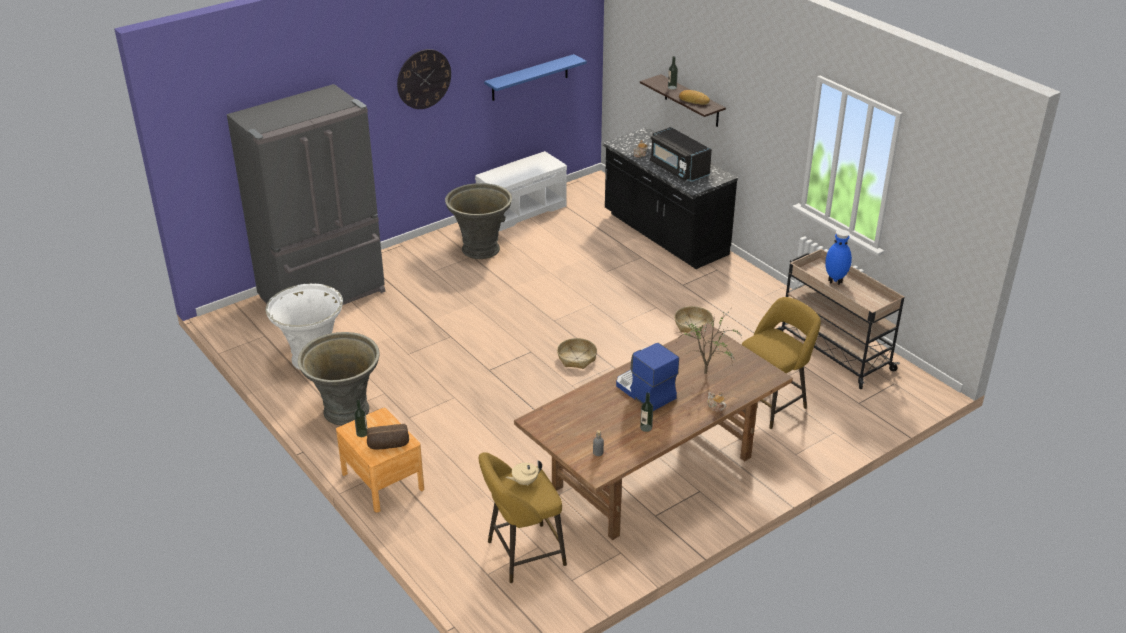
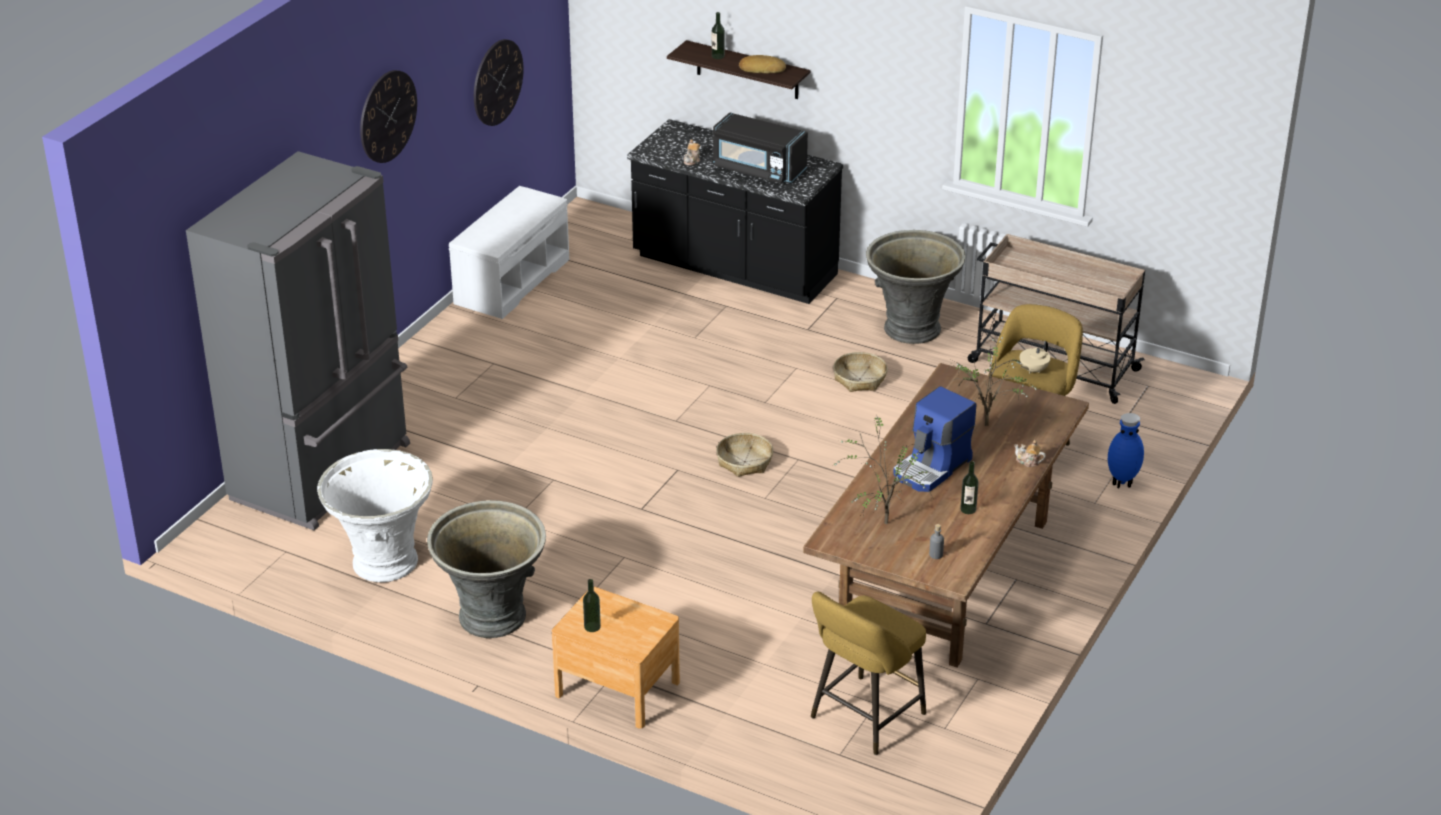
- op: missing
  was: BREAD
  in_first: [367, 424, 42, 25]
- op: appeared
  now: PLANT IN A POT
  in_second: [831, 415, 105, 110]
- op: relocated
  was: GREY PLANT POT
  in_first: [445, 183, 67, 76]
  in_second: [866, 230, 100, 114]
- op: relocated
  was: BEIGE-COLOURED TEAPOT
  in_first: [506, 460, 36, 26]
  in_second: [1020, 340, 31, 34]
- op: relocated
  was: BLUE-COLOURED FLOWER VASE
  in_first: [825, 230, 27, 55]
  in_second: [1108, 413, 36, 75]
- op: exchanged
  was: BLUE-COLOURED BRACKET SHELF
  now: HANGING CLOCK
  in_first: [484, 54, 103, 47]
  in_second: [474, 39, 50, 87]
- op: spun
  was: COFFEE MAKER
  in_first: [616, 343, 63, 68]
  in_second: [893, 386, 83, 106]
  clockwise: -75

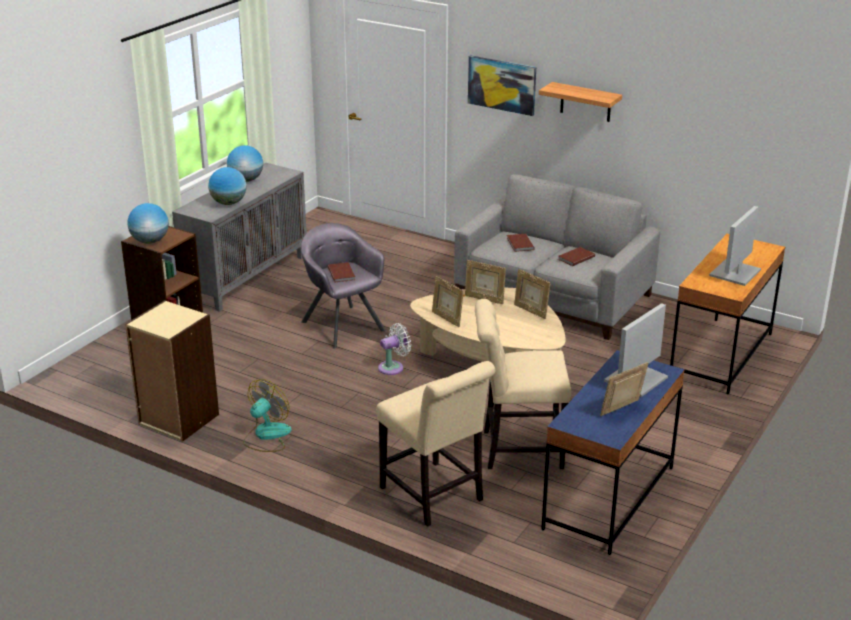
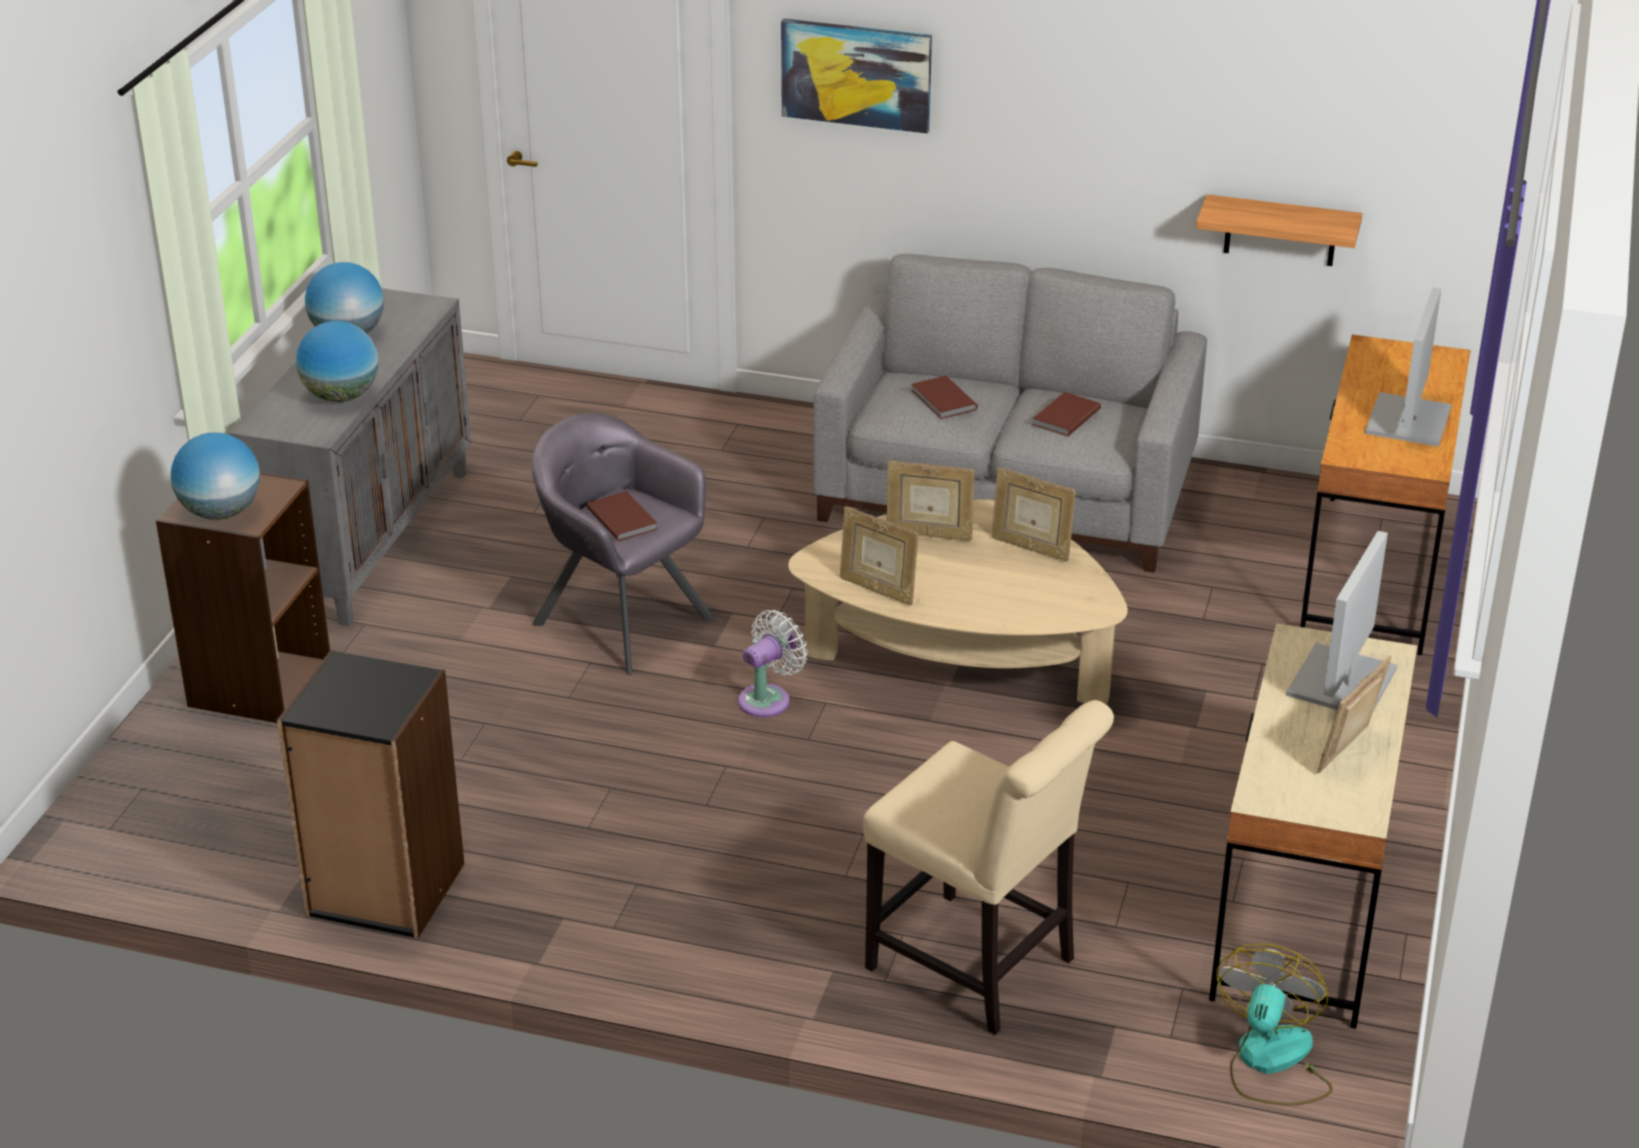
- op: missing
  was: BEIGE-COLOURED CHAIR
  in_first: [475, 299, 96, 170]
- op: relocated
  was: FAN
  in_first: [243, 379, 49, 73]
  in_second: [1217, 944, 116, 162]
- op: relocated
  was: BRACKET SHELF
  in_first: [539, 82, 83, 40]
  in_second: [1196, 194, 166, 72]
- op: colour
  was: BEIGE-COLOURED BOOKSHELF
  now: BLACKISH BOOKSHELF
  in_first: [125, 300, 94, 142]
  in_second: [277, 650, 187, 289]
- op: colour
  was: BLUE-COLOURED DESK UNIT
  now: BEIGE-COLOURED DESK UNIT
  in_first: [541, 350, 144, 205]
  in_second: [1209, 623, 208, 406]

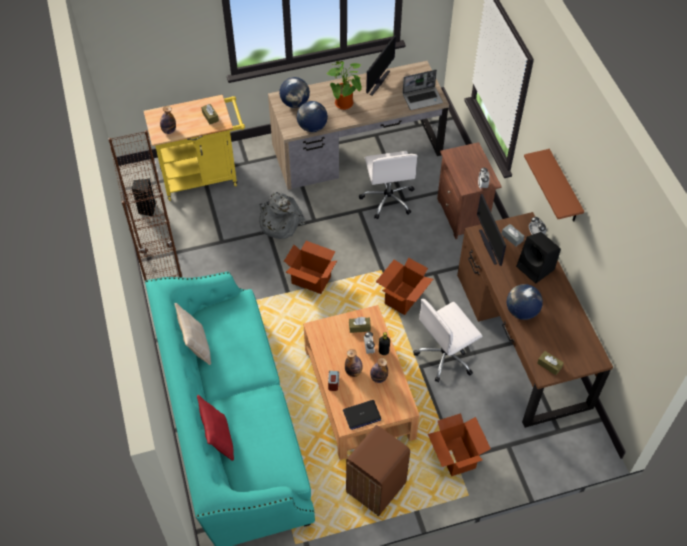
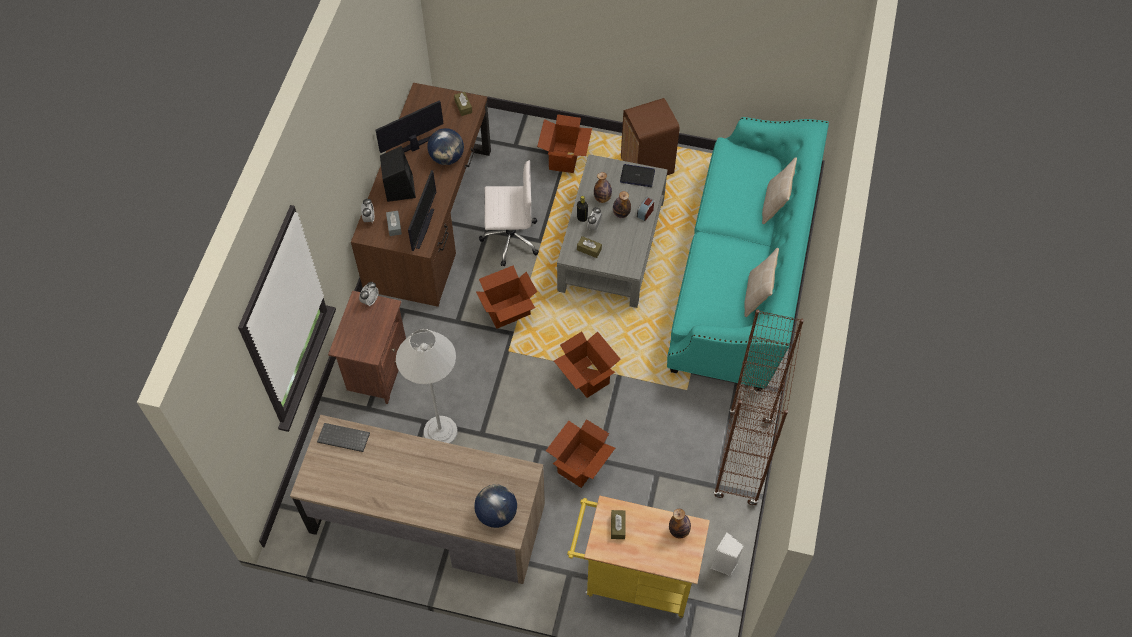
- op: missing
  was: DESK GLOBE
  in_first: [297, 101, 31, 31]
- op: missing
  was: PLANT IN A POT
  in_first: [327, 61, 35, 49]
- op: missing
  was: BROWNISH BRACKET SHELF
  in_first: [524, 149, 60, 73]
- op: relocated
  was: COMPUTER SCREEN
  in_first: [366, 35, 30, 60]
  in_second: [376, 100, 68, 53]
- op: exchanged
  was: GREY RUCKSACK
  now: CARTON
  in_first: [259, 192, 46, 47]
  in_second: [546, 419, 69, 69]
- op: exchanged
  was: WHITE COMPUTER CHAIR
  now: WHITE STANDING LAMP
  in_first: [359, 151, 59, 68]
  in_second: [396, 329, 62, 115]
- op: exchanged
  was: NOTEBOOK COMPUTER
  now: PC KEYBOARD
  in_first: [402, 70, 41, 40]
  in_second: [317, 423, 53, 29]
- op: colour
  was: BLACKISH SPEAKER
  now: WHITE SPEAKER
  in_first: [132, 179, 24, 37]
  in_second: [711, 532, 32, 44]
- op: colour
  was: REDDISH CUSHION
  now: BEIGE-COLOURED CUSHION
  in_first: [197, 395, 37, 66]
  in_second: [762, 157, 35, 67]
- op: colour
  was: BROWNISH COFFEE TABLE
  now: GREY COFFEE TABLE
  in_first: [303, 305, 117, 155]
  in_second: [557, 154, 111, 154]

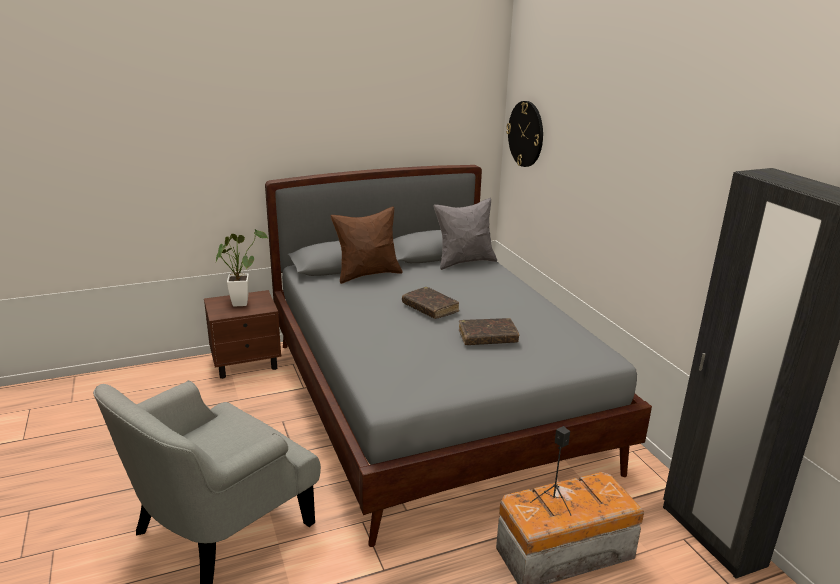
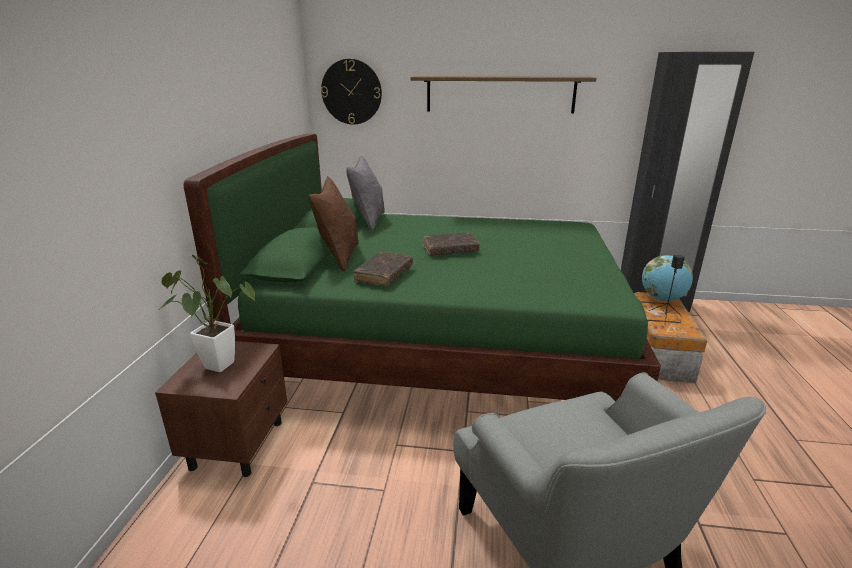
- op: appeared
  now: BRACKET SHELF
  in_second: [411, 76, 185, 37]
- op: appeared
  now: DESK GLOBE
  in_second: [642, 255, 51, 46]
- op: relocated
  was: BROWNISH BOUND BOOK
  in_first: [459, 318, 60, 27]
  in_second: [353, 252, 60, 34]
- op: colour
  was: GREY BED
  now: GREEN-COLOURED BED
  in_first: [265, 165, 387, 382]
  in_second: [184, 134, 477, 268]

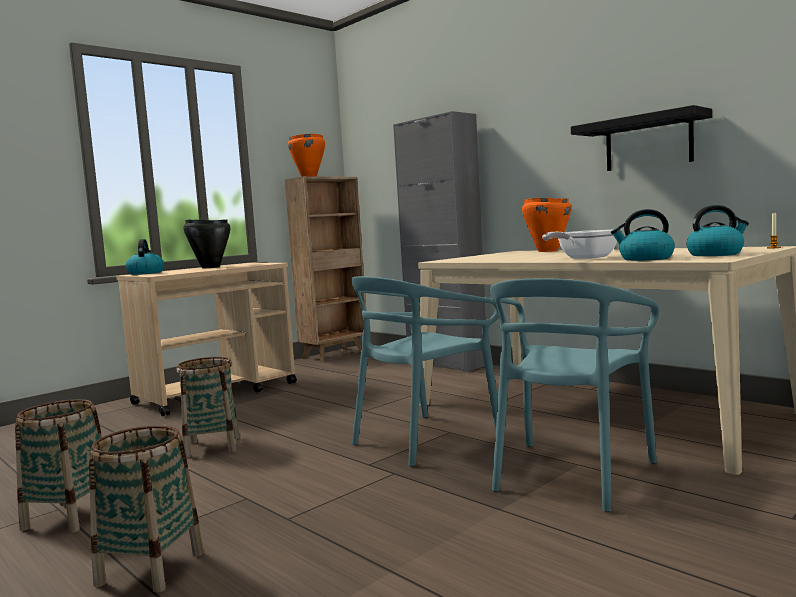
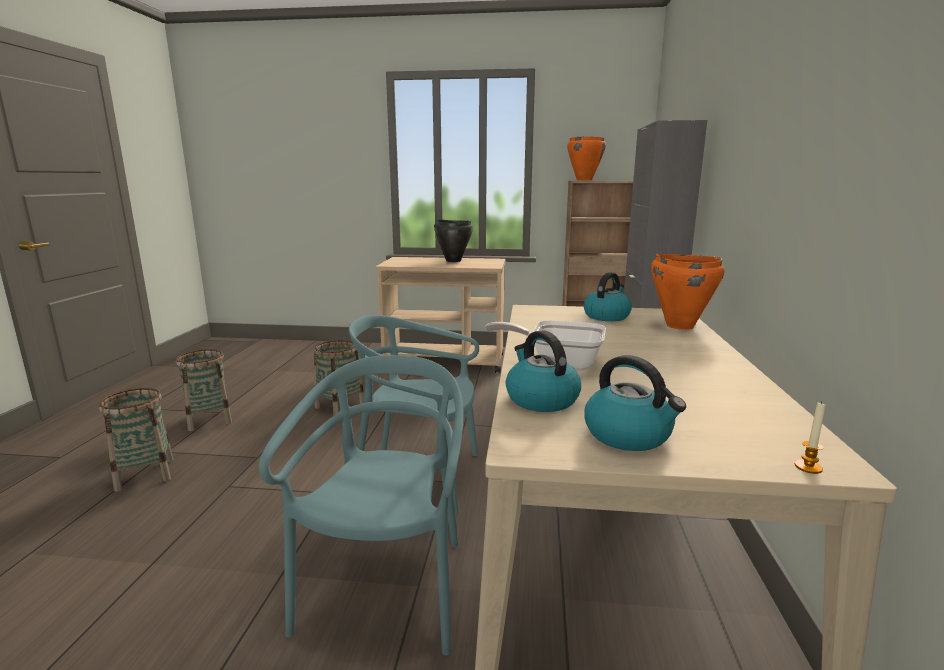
- op: missing
  was: BLACKISH BRACKET SHELF
  in_first: [571, 105, 141, 66]
- op: relocated
  was: KETTLE
  in_first: [126, 239, 38, 36]
  in_second: [583, 272, 49, 49]
- op: spun
  was: TURQUOISE CHAIR
  in_first: [490, 279, 169, 233]
  in_second: [259, 355, 205, 301]
  clockwise: 105

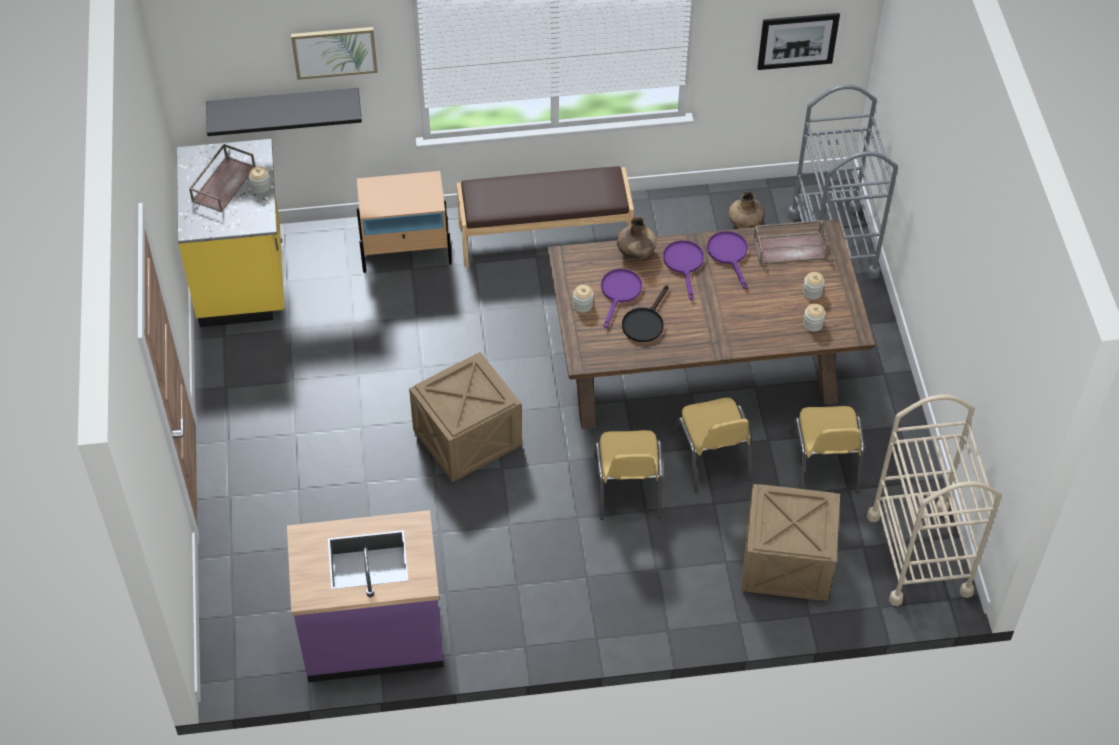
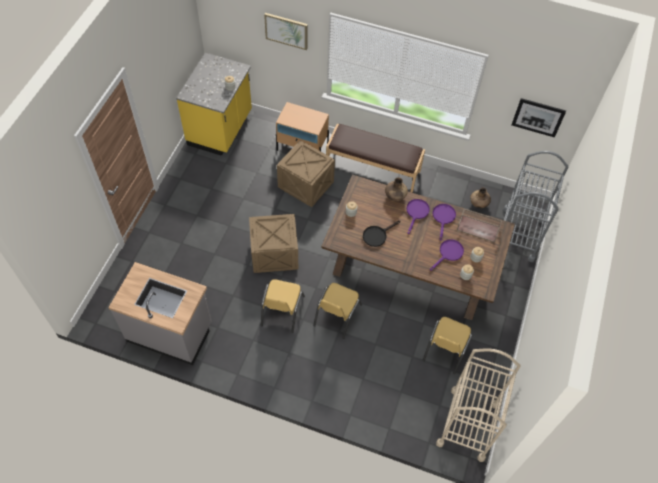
- op: missing
  was: BROWNISH TRAY
  in_first: [189, 144, 67, 68]
- op: missing
  was: BLACKISH BRACKET SHELF
  in_first: [206, 88, 156, 48]
- op: relocated
  was: PURPLISH FRYING PAN
  in_first: [601, 269, 41, 59]
  in_second: [430, 239, 34, 31]
- op: relocated
  was: YELLOW-COLOURED CHAIR
  in_first: [671, 397, 81, 96]
  in_second: [261, 279, 44, 54]
- op: relocated
  was: SHIPPING CRATE
  in_first: [741, 484, 99, 117]
  in_second: [277, 140, 58, 67]
- op: colour
  was: PURPLISH KITCHEN BASE UNIT
  now: GREY KITCHEN BASE UNIT
  in_first: [287, 510, 157, 172]
  in_second: [108, 262, 104, 103]

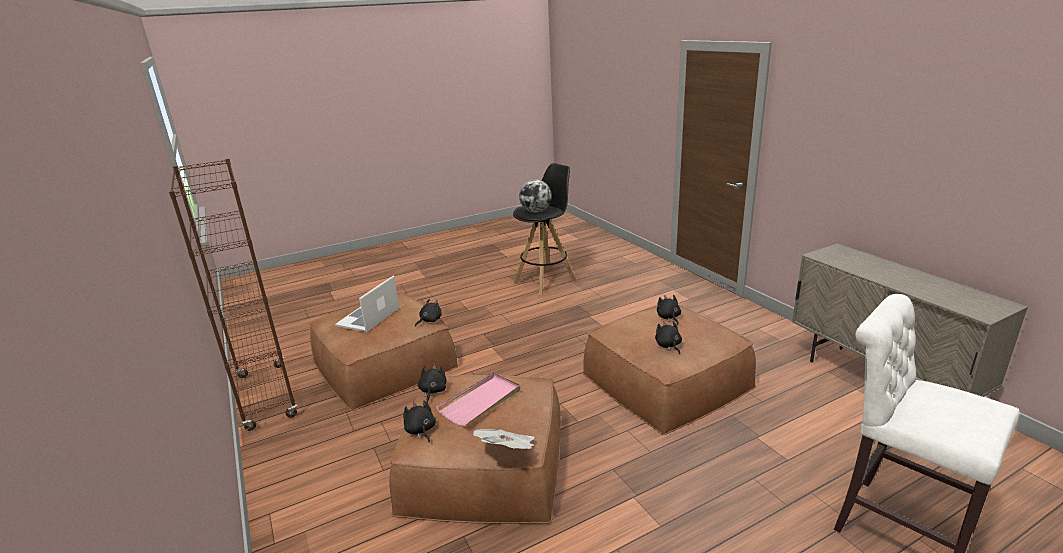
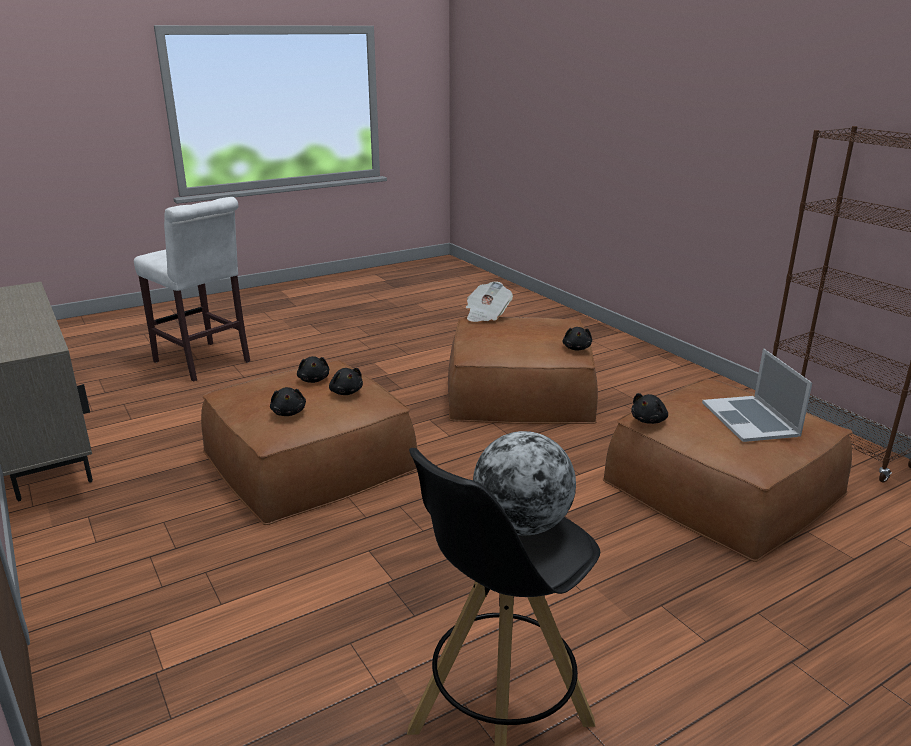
- op: missing
  was: PINKISH TRAY
  in_first: [436, 373, 84, 54]
- op: relocated
  was: BLACKISH PLUSH TOY
  in_first: [403, 400, 33, 43]
  in_second: [329, 368, 34, 27]
- op: spun
  was: NOTEBOOK COMPUTER
  in_first: [335, 276, 64, 56]
  in_second: [702, 348, 110, 94]
  clockwise: 150

